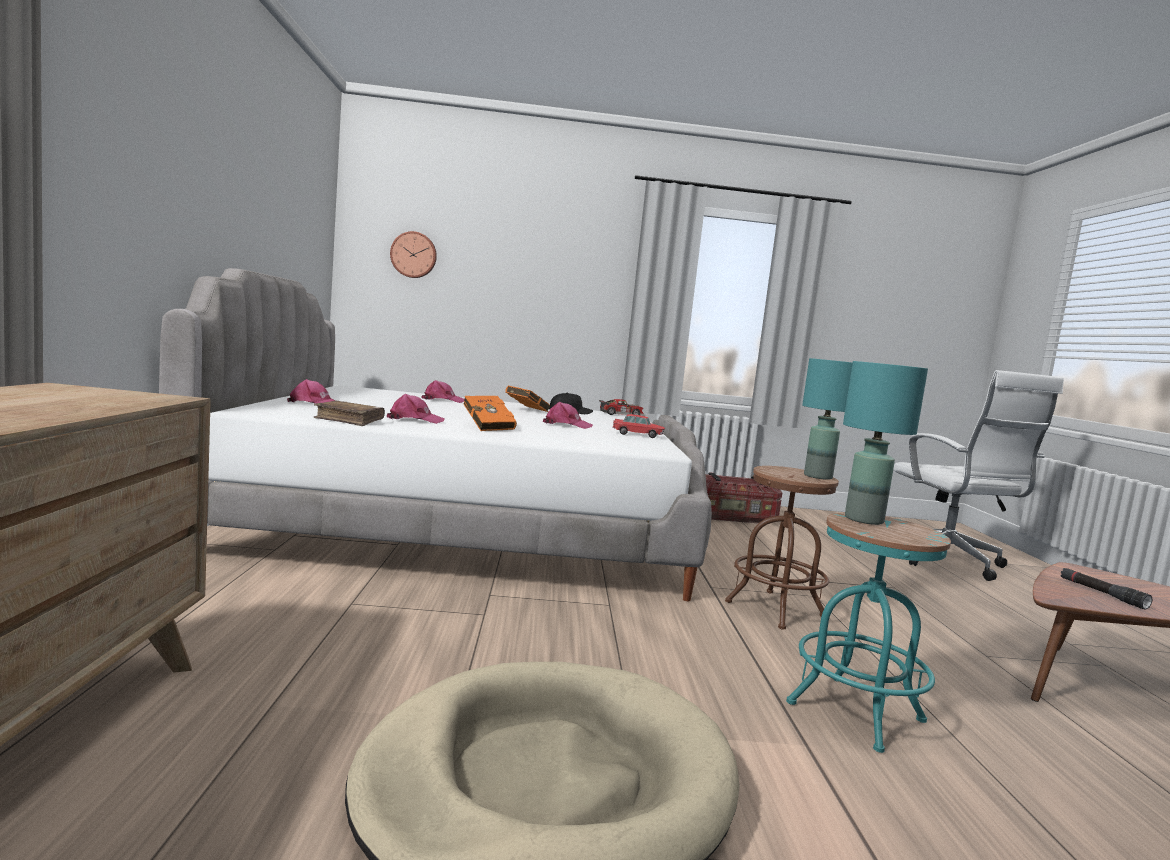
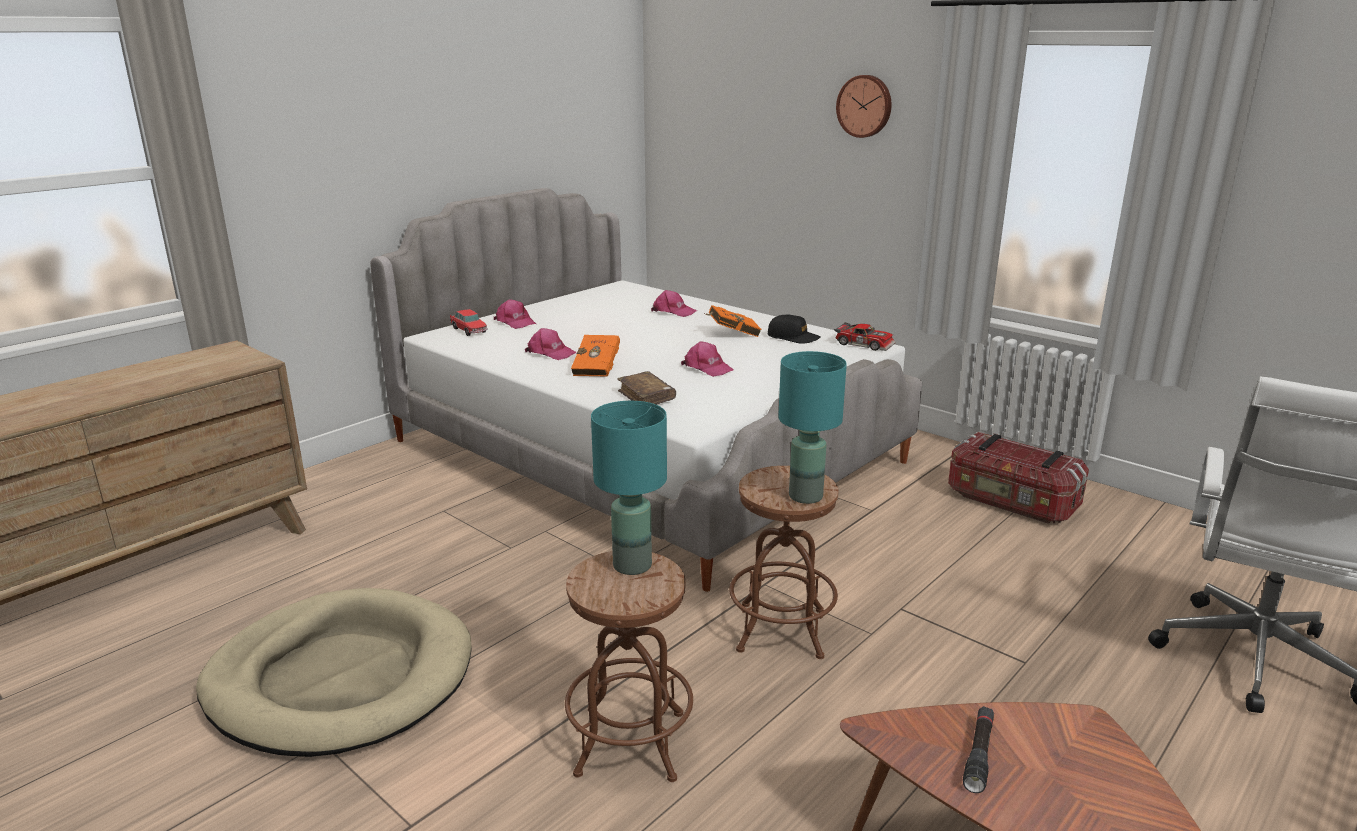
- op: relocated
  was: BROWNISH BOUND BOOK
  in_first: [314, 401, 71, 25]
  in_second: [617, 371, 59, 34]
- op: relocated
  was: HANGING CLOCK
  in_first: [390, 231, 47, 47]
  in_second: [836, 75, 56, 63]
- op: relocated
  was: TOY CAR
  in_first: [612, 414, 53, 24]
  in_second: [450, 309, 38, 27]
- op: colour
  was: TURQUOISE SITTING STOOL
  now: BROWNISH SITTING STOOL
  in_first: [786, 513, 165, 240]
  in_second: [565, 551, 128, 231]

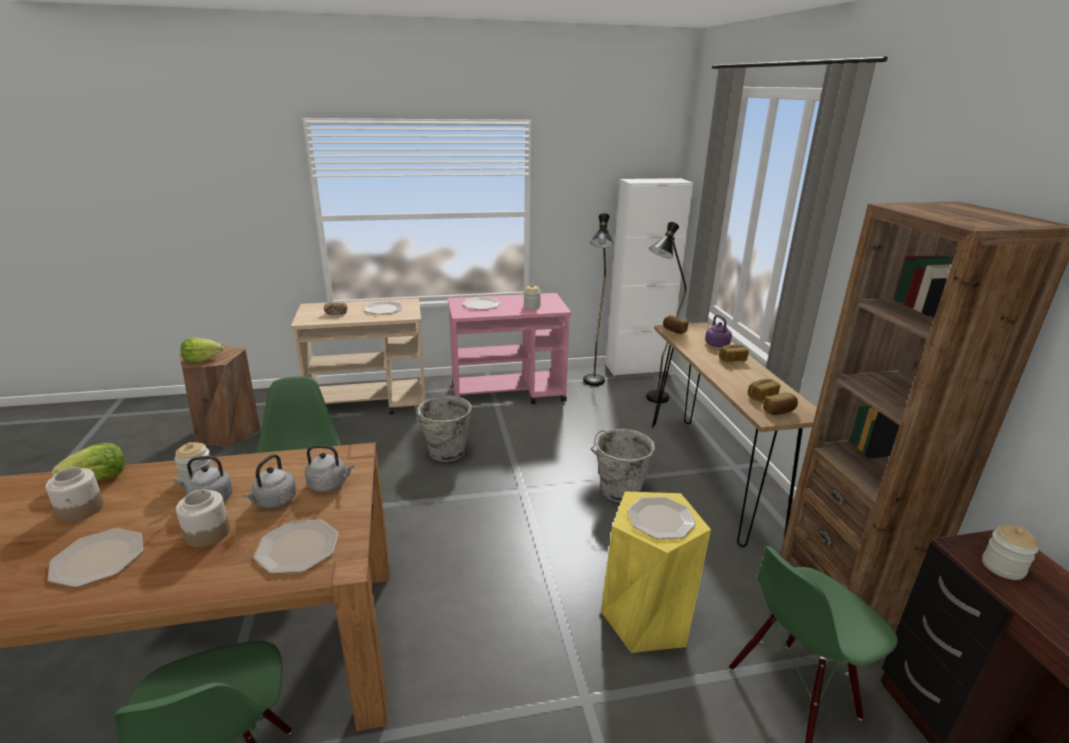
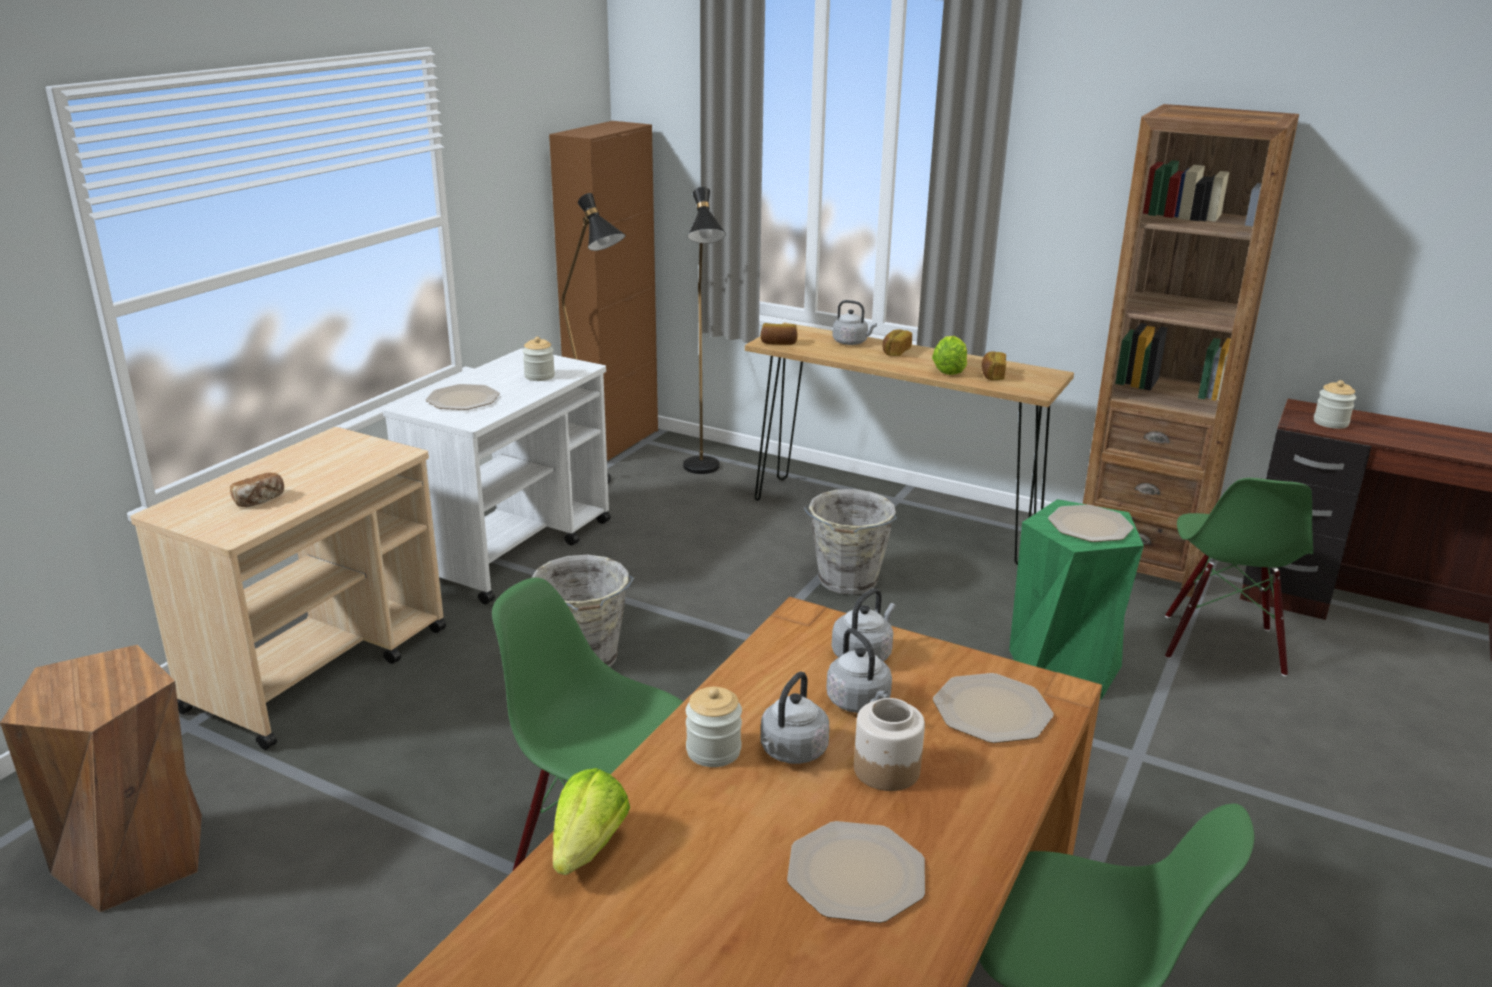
- op: missing
  was: JAR
  in_first: [45, 467, 59, 55]
- op: missing
  was: FLAT DISH
  in_first: [364, 301, 39, 14]
- op: missing
  was: BREAD
  in_first: [763, 392, 35, 23]
- op: relocated
  was: LETTUCE
  in_first: [181, 338, 42, 24]
  in_second: [932, 336, 35, 39]
- op: colour
  was: PINKISH CART
  now: WHITE CART
  in_first: [448, 293, 123, 111]
  in_second: [383, 348, 228, 256]
- op: colour
  was: YELLOW-COLOURED SITTING STOOL
  now: GREEN-COLOURED SITTING STOOL
  in_first: [601, 491, 110, 162]
  in_second: [1009, 499, 135, 201]
- op: colour
  was: WHITE CABINET
  now: BROWNISH CABINET
  in_first: [606, 178, 87, 198]
  in_second: [549, 121, 109, 340]
- op: colour
  was: PURPLISH KETTLE
  now: GREY KETTLE
  in_first: [705, 315, 27, 32]
  in_second: [832, 300, 45, 45]

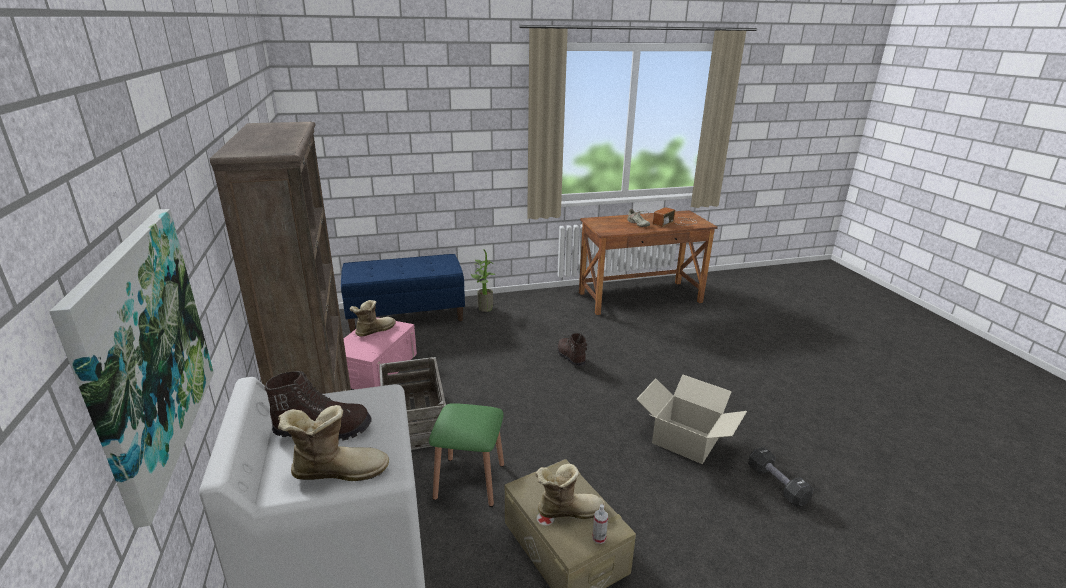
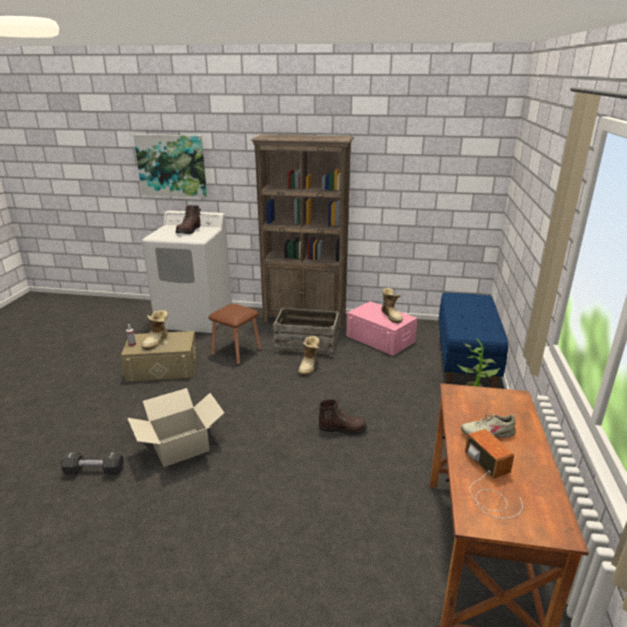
- op: relocated
  was: BOOT
  in_first: [278, 405, 111, 76]
  in_second: [298, 336, 22, 40]
- op: colour
  was: GREEN-COLOURED SITTING STOOL
  now: BROWNISH SITTING STOOL
  in_first: [429, 403, 75, 104]
  in_second: [208, 304, 53, 61]

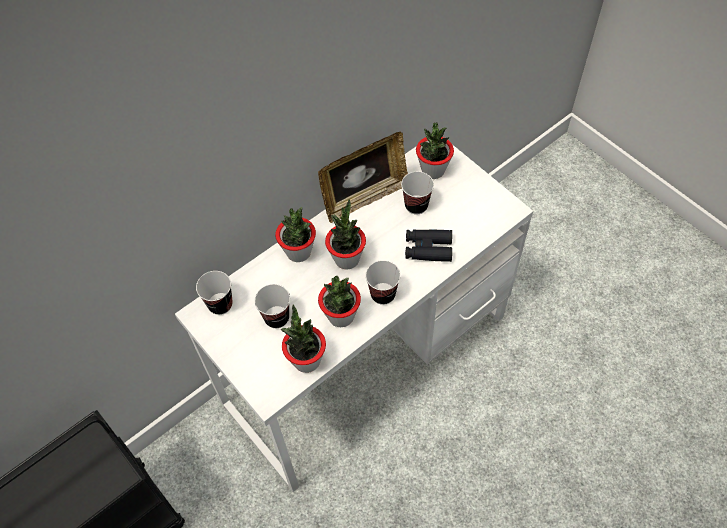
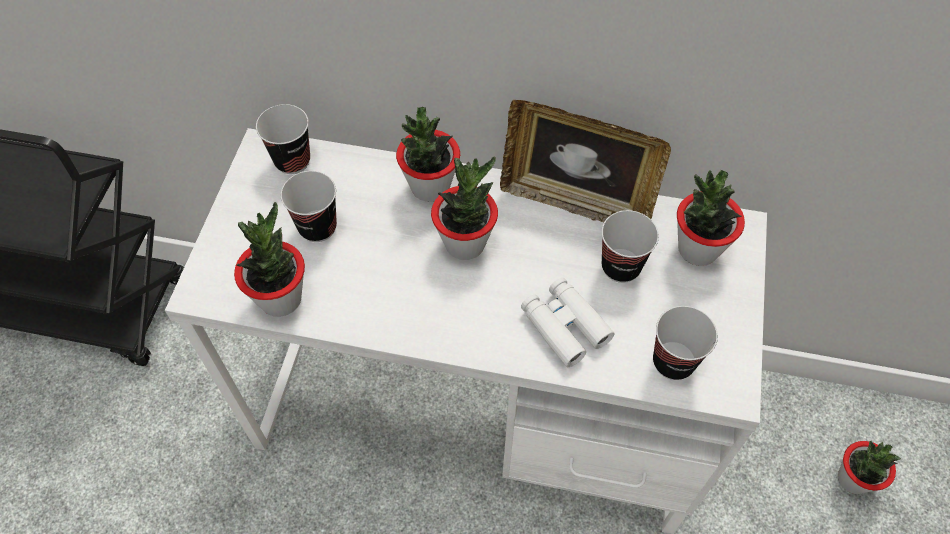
- op: relocated
  was: PLANT IN A POT
  in_first: [318, 276, 43, 51]
  in_second: [838, 441, 63, 53]
- op: relocated
  was: SMALL CUP
  in_first: [365, 260, 36, 45]
  in_second: [653, 306, 65, 74]
- op: colour
  was: BLACKISH PAIR OF BINOCULARS
  now: WHITE PAIR OF BINOCULARS
  in_first: [405, 229, 47, 33]
  in_second: [521, 278, 93, 89]

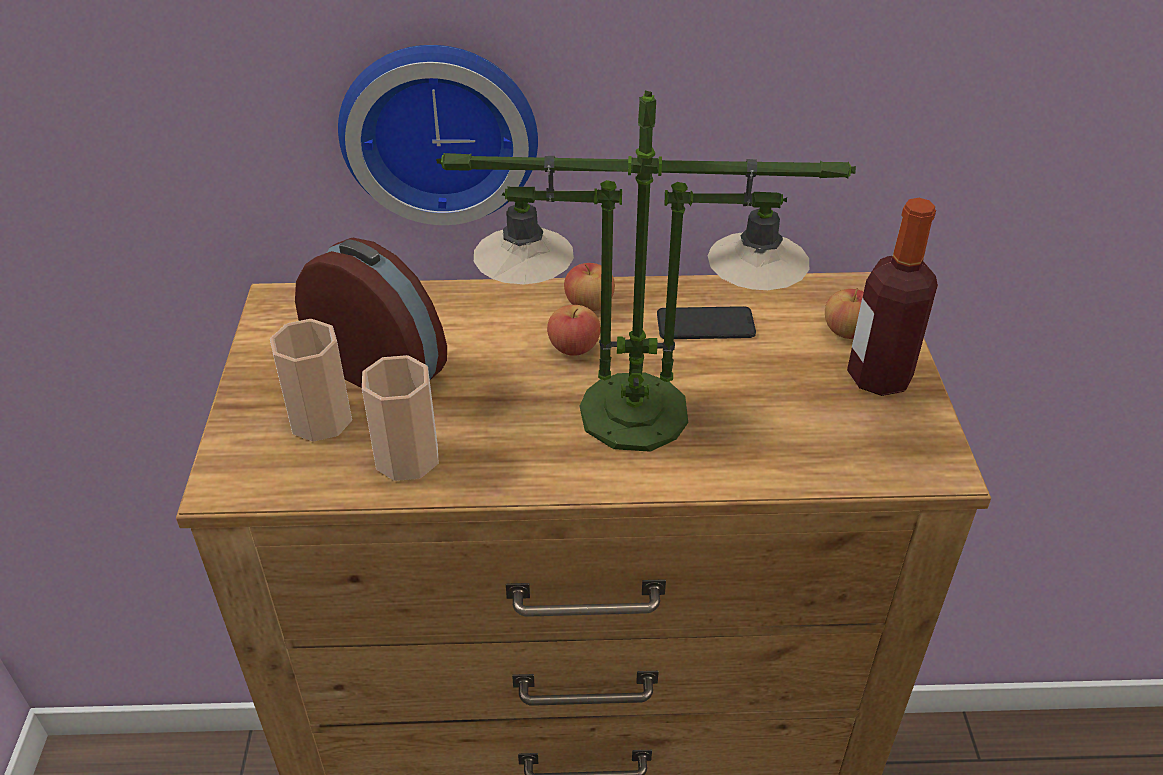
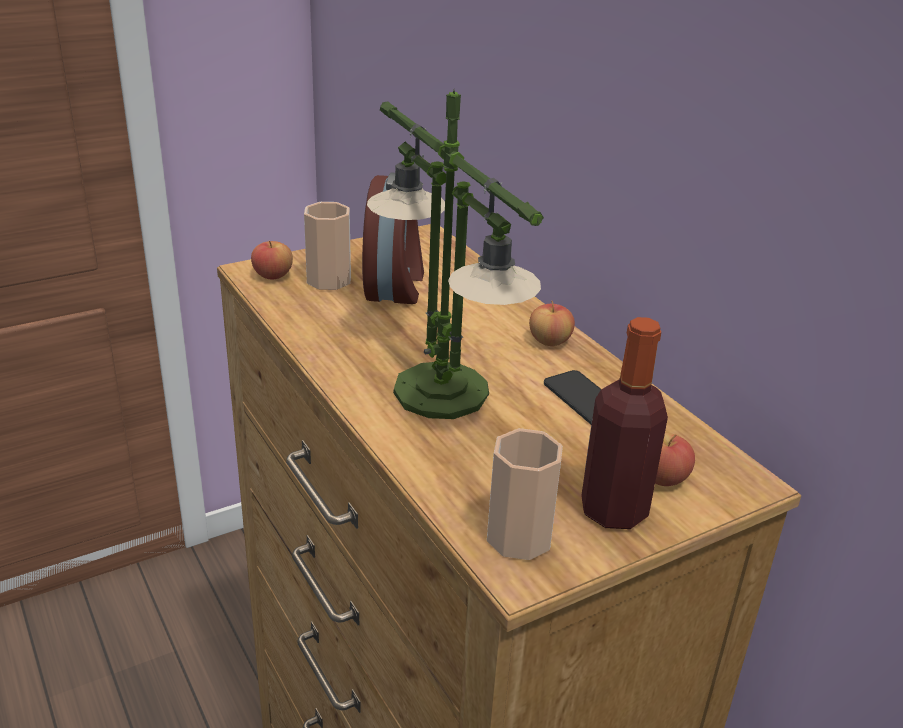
- op: missing
  was: HANGING CLOCK
  in_first: [338, 45, 200, 180]
- op: relocated
  was: SMALL CUP
  in_first: [362, 355, 76, 126]
  in_second: [487, 428, 76, 132]
- op: relocated
  was: WHOLE APPLE
  in_first: [547, 305, 54, 51]
  in_second: [251, 240, 42, 39]

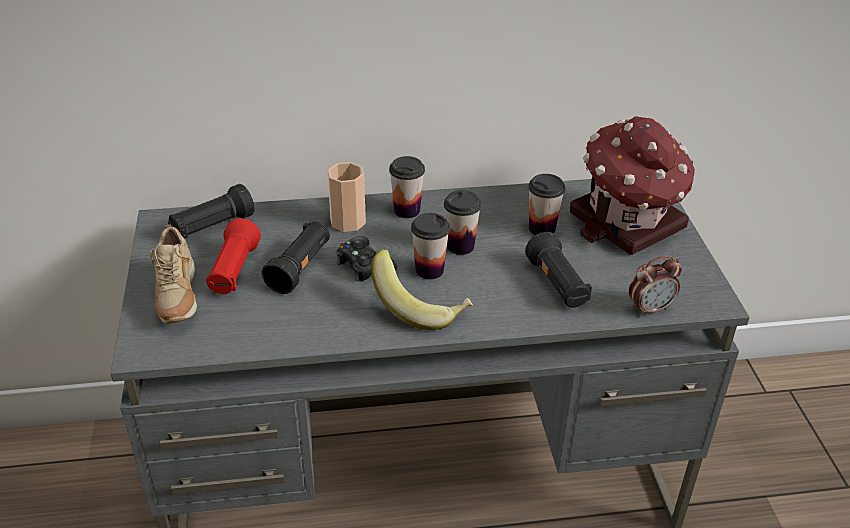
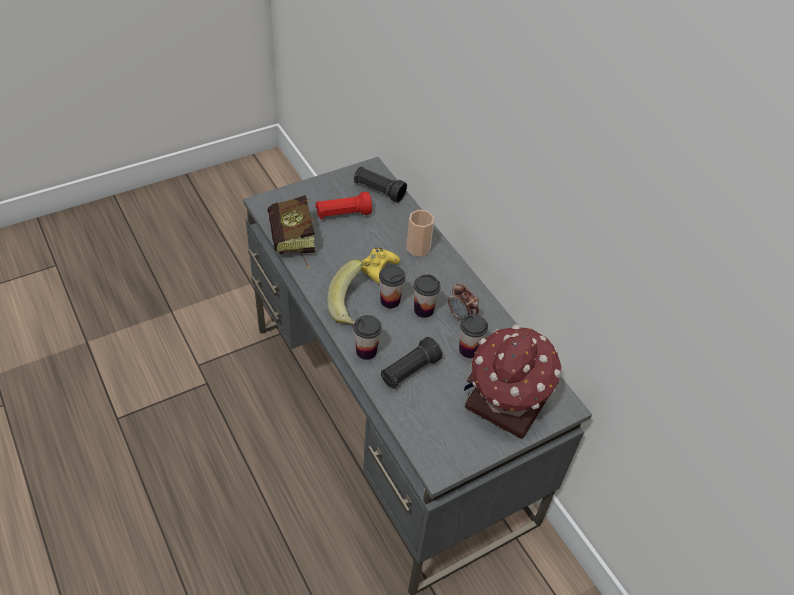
- op: missing
  was: BEIGE-COLOURED SHOE
  in_first: [150, 224, 47, 100]
- op: missing
  was: BLACKISH TORCH
  in_first: [262, 221, 68, 73]
- op: appeared
  now: BOUND BOOK
  in_second: [268, 195, 47, 74]
- op: relocated
  was: SMALL CUP
  in_first: [389, 156, 36, 62]
  in_second: [354, 315, 28, 45]
- op: relocated
  was: BEDSIDE CLOCK
  in_first: [629, 256, 53, 60]
  in_second: [448, 283, 31, 38]
- op: colour
  was: BLACKISH GAMEPAD
  now: YELLOW-COLOURED GAMEPAD
  in_first: [337, 236, 60, 45]
  in_second: [361, 248, 39, 36]

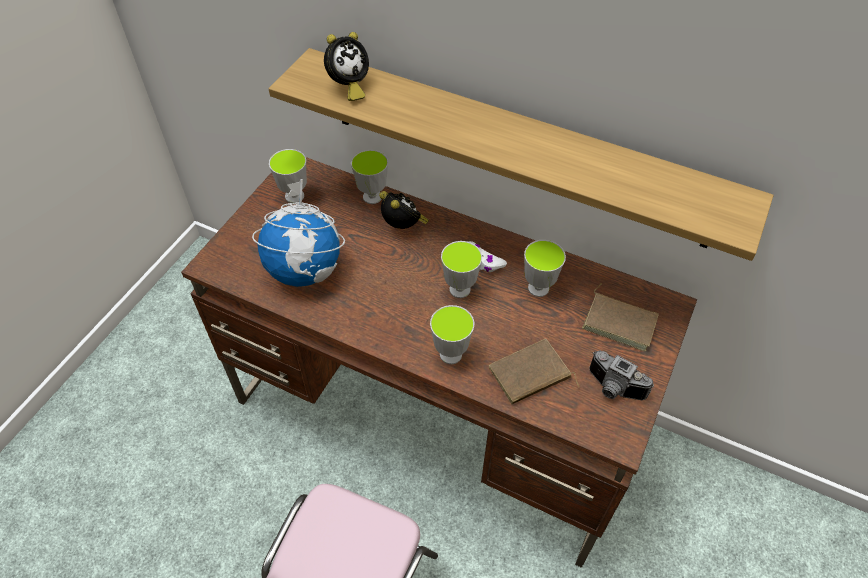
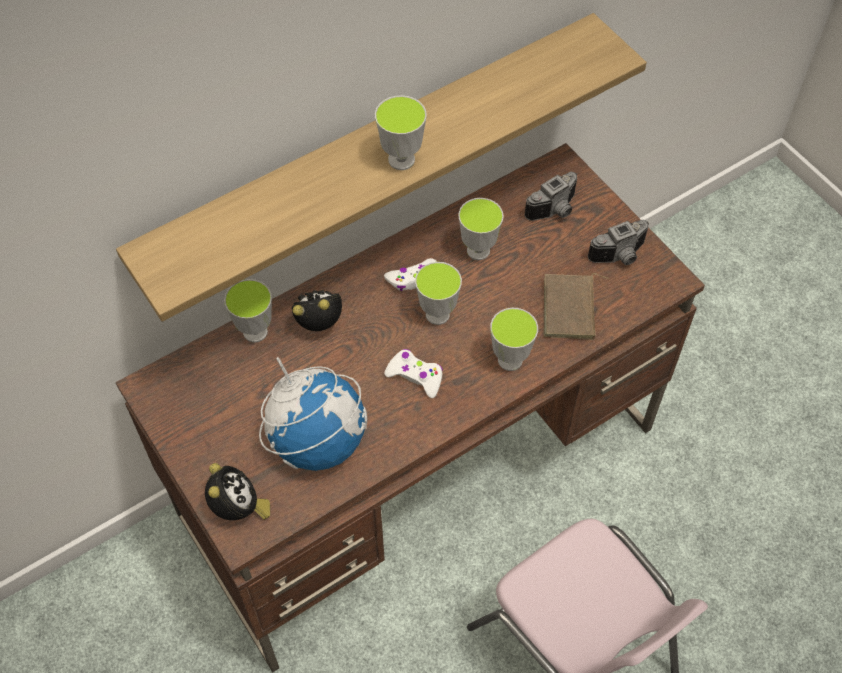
- op: appeared
  now: WHITE GAMEPAD
  in_second: [385, 349, 58, 49]
- op: relocated
  was: SMALL CUP
  in_first: [269, 149, 38, 54]
  in_second: [375, 95, 52, 75]
- op: relocated
  was: BEDSIDE CLOCK
  in_first: [324, 32, 45, 69]
  in_second: [205, 463, 65, 57]
- op: exchanged
  was: BROWNISH BOUND BOOK
  now: STILL CAMERA
  in_first: [582, 283, 77, 68]
  in_second: [524, 172, 54, 49]

